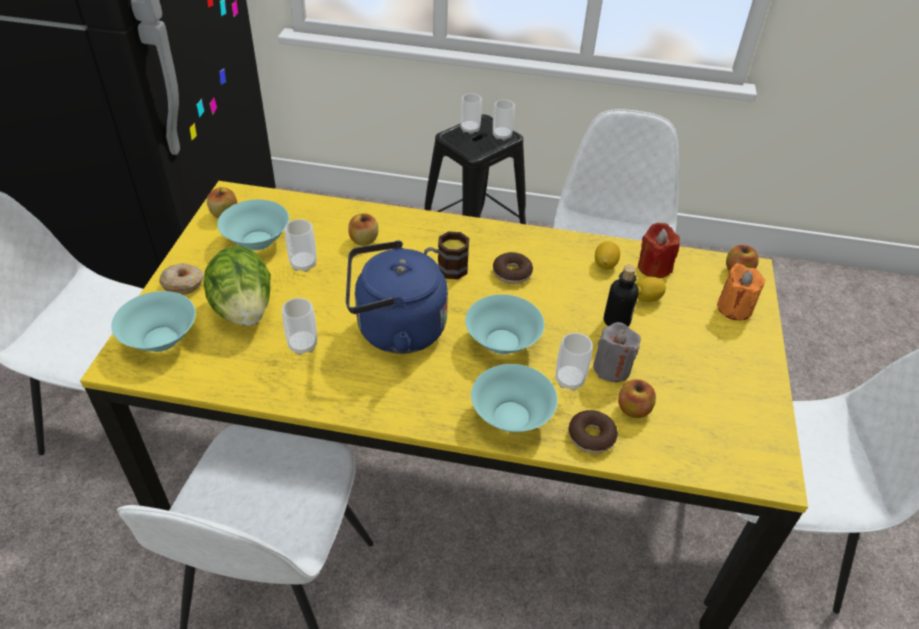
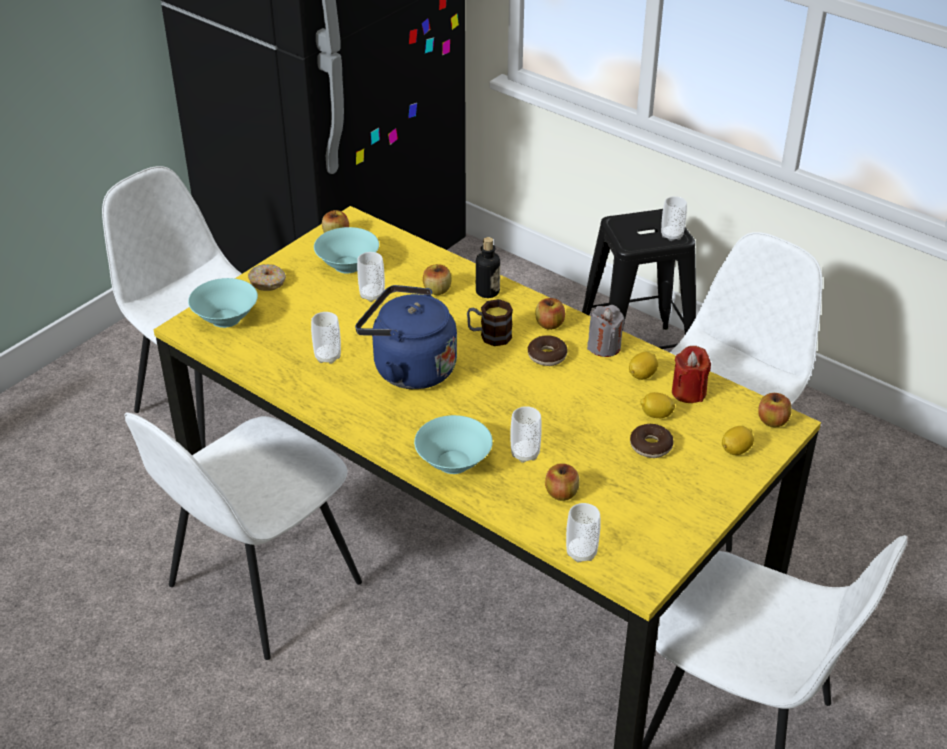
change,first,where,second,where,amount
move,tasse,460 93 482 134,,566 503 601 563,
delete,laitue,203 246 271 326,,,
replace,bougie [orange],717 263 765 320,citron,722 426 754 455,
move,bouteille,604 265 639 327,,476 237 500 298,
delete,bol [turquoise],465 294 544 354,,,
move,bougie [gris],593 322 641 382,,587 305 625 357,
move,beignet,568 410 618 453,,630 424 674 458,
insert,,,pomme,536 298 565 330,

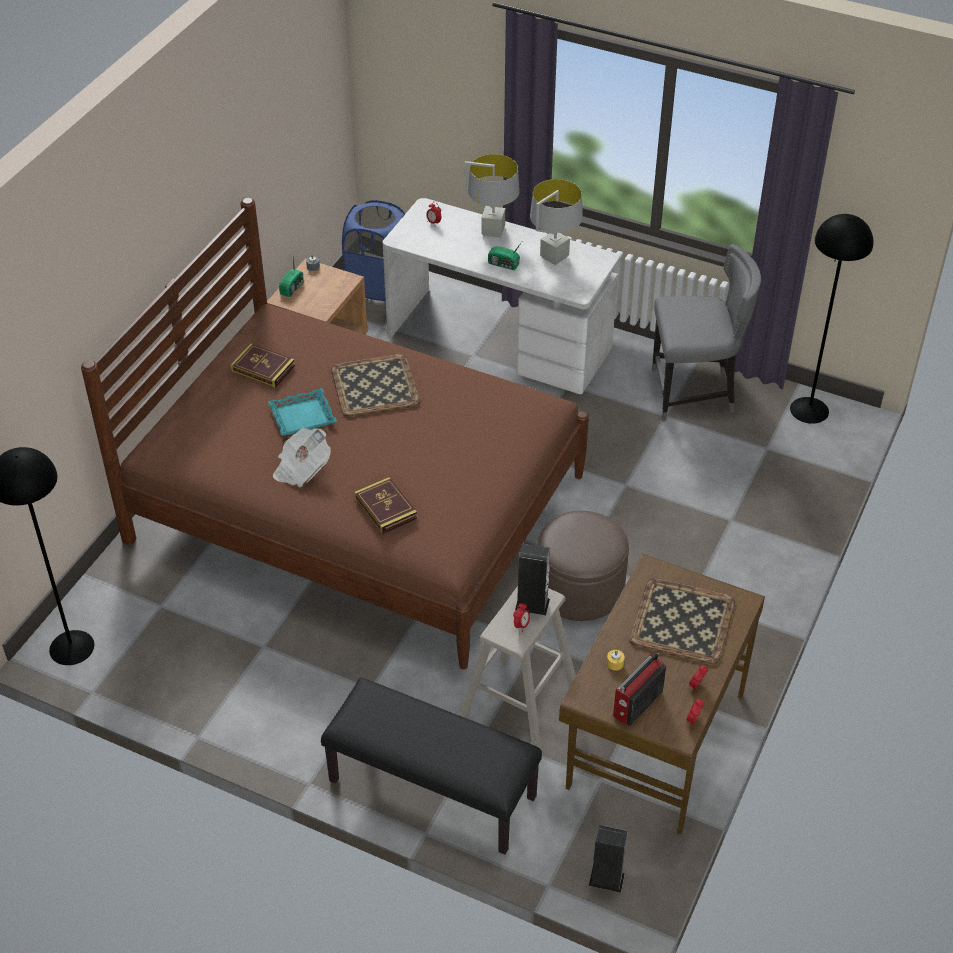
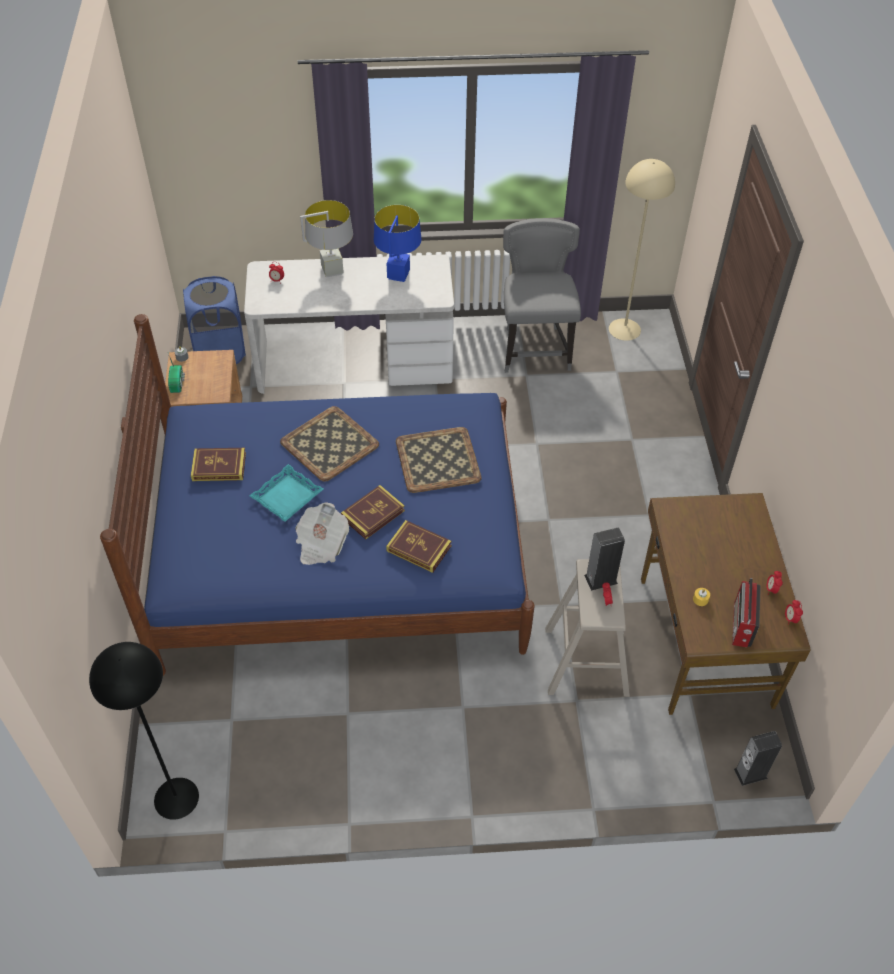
change,first,where,second,where,amount
recolor,lampe de table [gris],530 179 583 265,lampe de table [bleu],374 205 422 282,
recolor,lit [marron],81 198 589 670,lit [bleu],100 314 535 676,
recolor,lampadaire [noir],790 214 873 424,lampadaire [beige],609 159 675 341,
delete,radio,488 242 522 270,,,
rotate,chaise [gris],652 244 761 421,,503 218 581 373,60 degrees counterclockwise
delete,pouf [marron],538 511 629 621,,,
move,plateau,629 578 735 665,,396 427 482 493,
delete,banc [noir],321 678 542 854,,,
insert,,,livre,341 485 405 539,

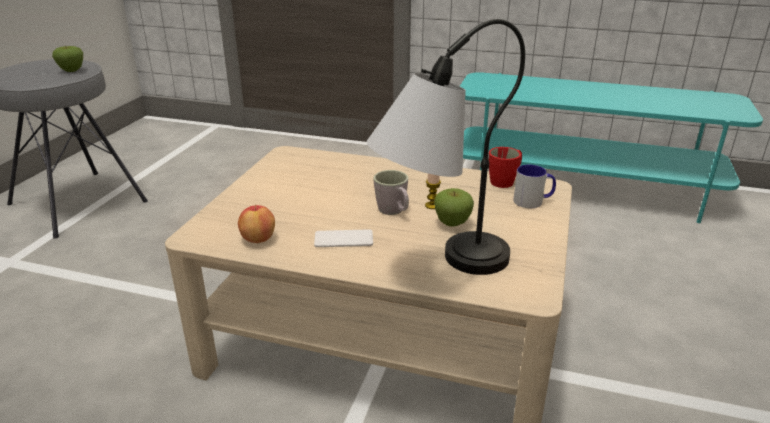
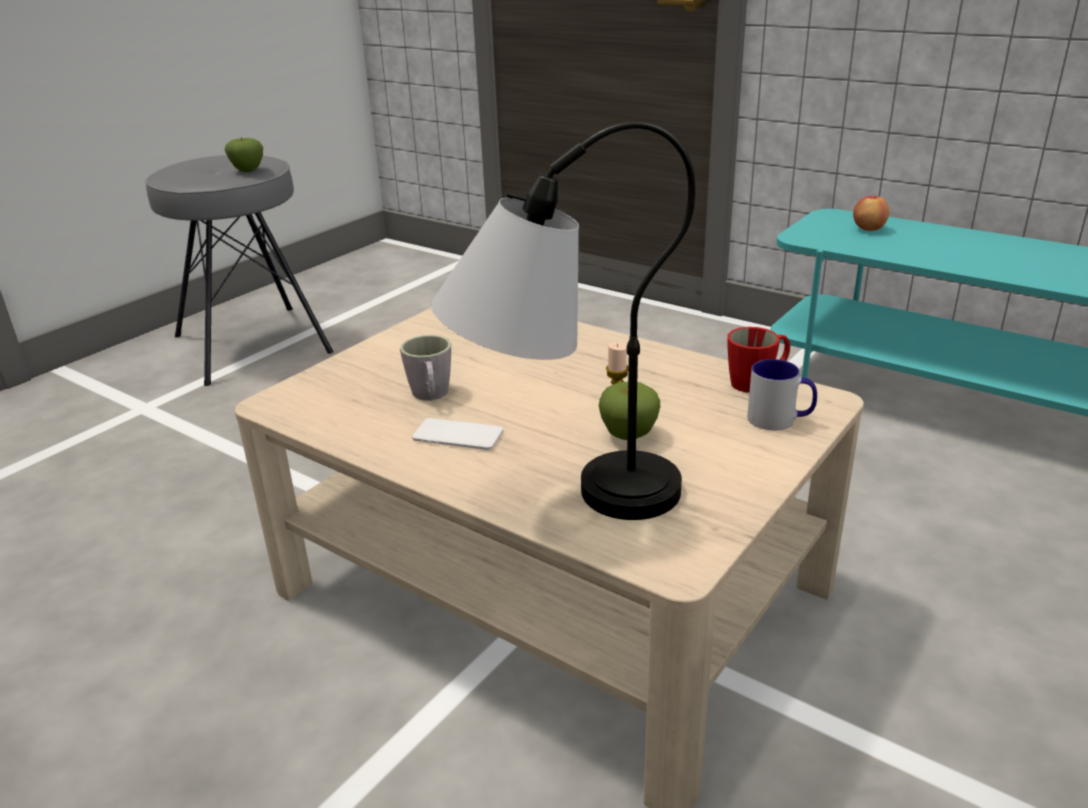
change,first,where,second,where,amount
move,mug [gris],373 170 409 215,,400 335 451 401,
move,pomme,238 204 275 243,,853 194 890 231,

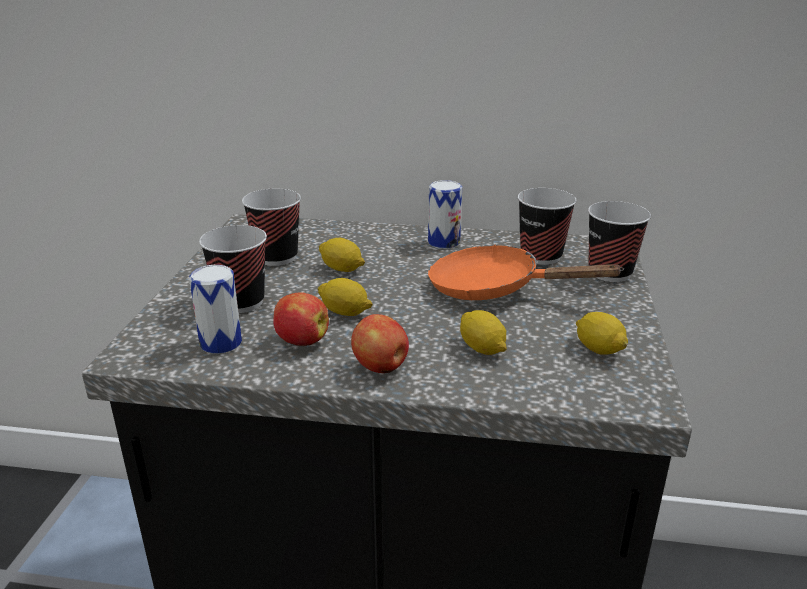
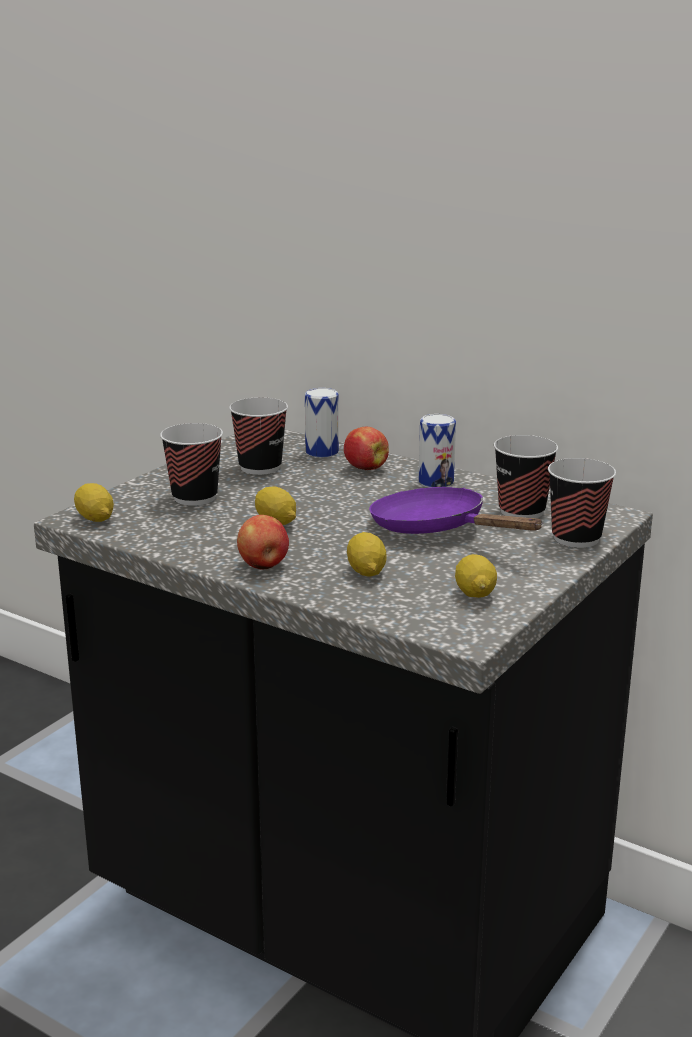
change,first,where,second,where,amount
move,citron,319 238 365 272,,74 483 114 522,
recolor,poêle [orange],428 245 624 300,poêle [violet],369 487 543 534,
move,boîte métallique,189 265 242 354,,305 388 339 458,
move,pomme,274 292 329 346,,344 427 389 470,

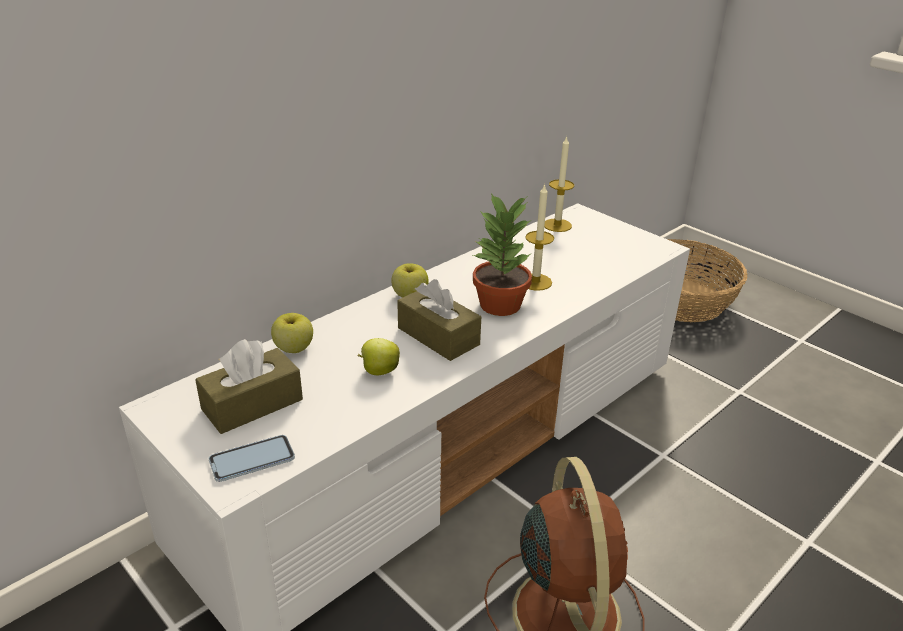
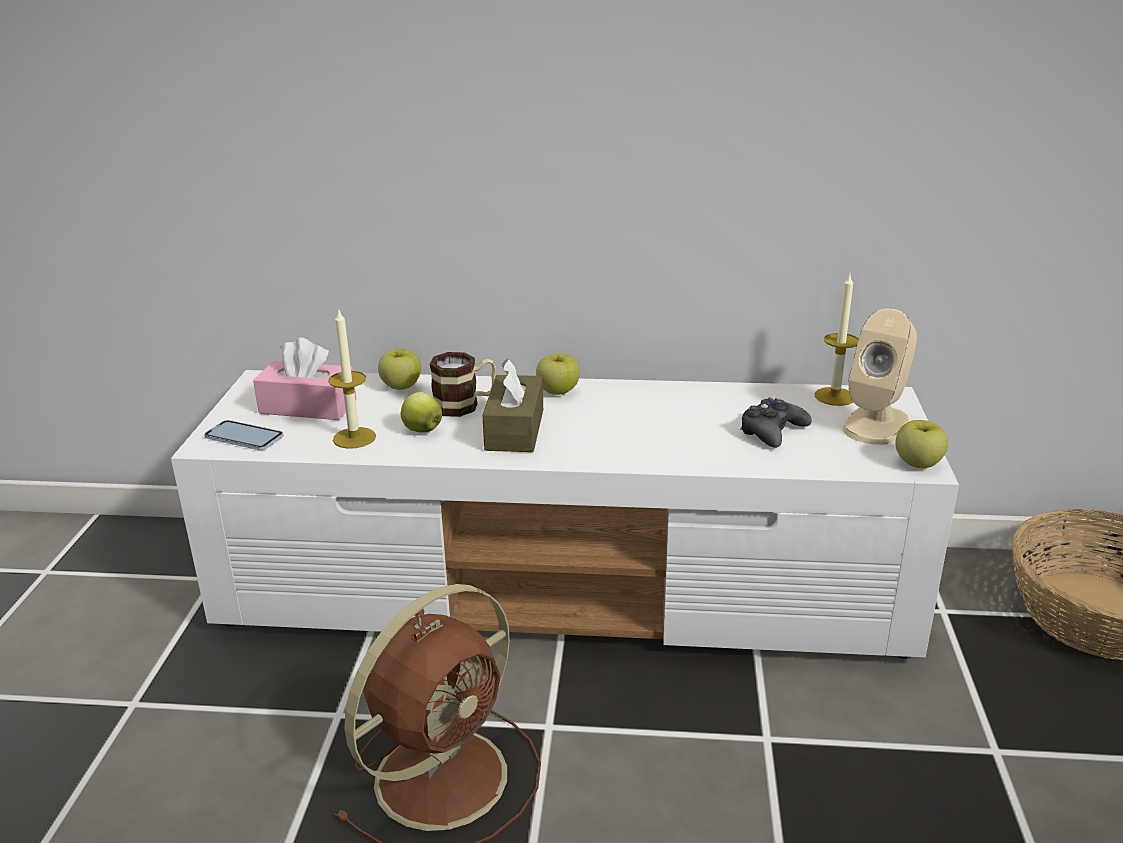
change,first,where,second,where,amount
move,bougie,525 183 554 291,,328 308 376 449,
delete,plante en pot,473 193 532 316,,,
recolor,boîte à mouchoirs [marron],195 339 303 434,boîte à mouchoirs [rose],253 337 357 420,
insert,,,enceinte [beige],843 308 917 445,
insert,,,mug,430 352 496 417,
insert,,,manette [noir],740 397 812 448,
insert,,,pomme,896 420 948 468,

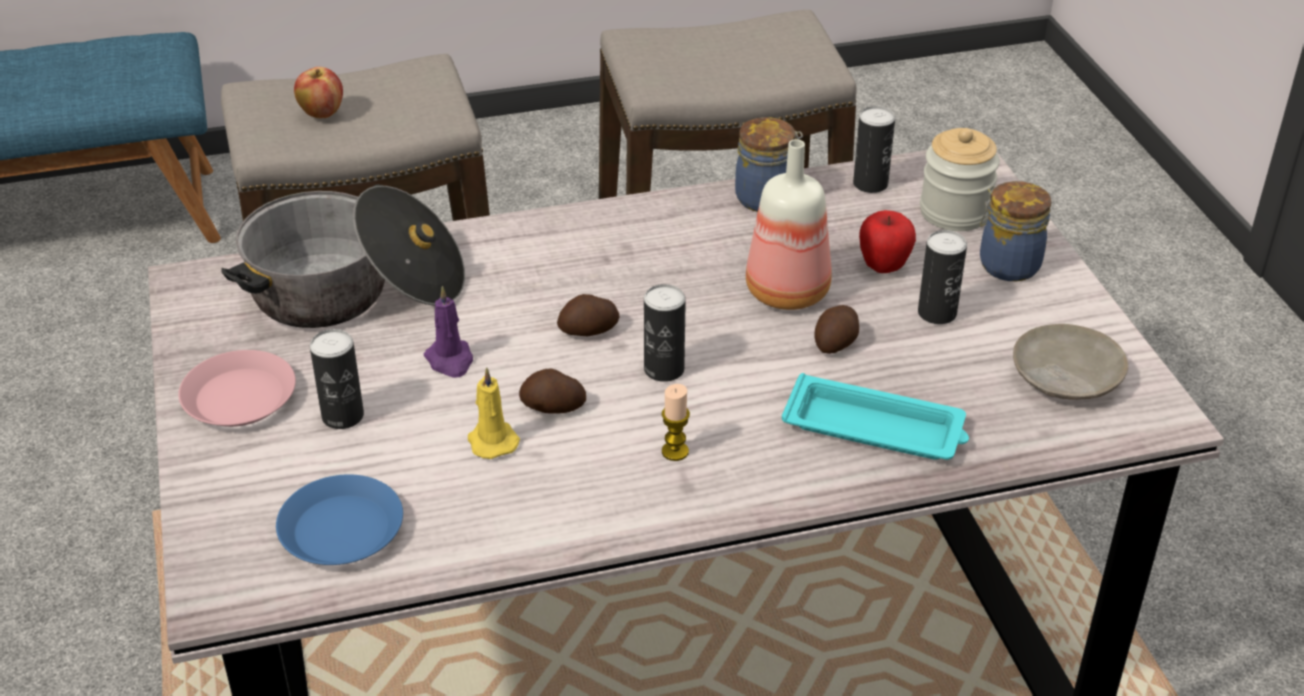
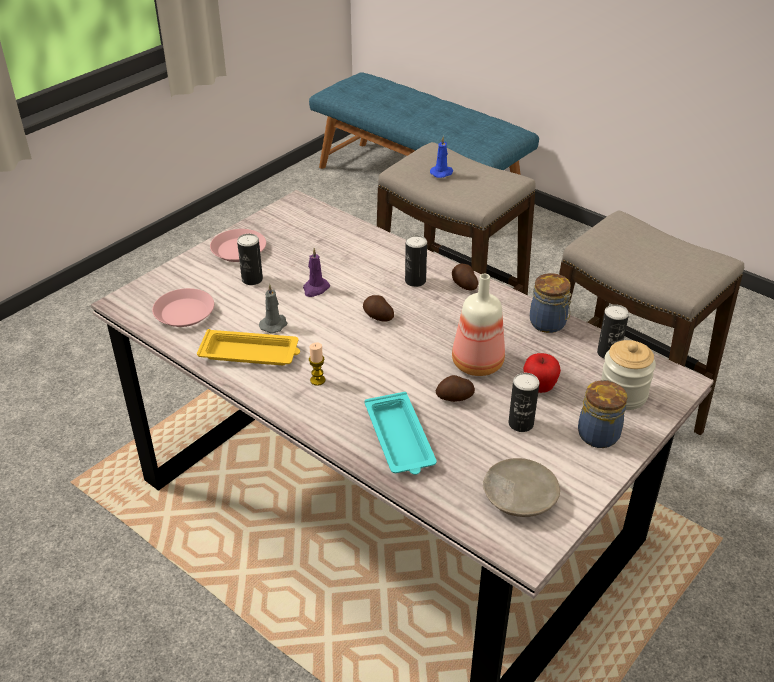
change,first,where,second,where,amount
replace,pomme,294 67 343 118,bougie [bleu],430 137 453 178,
delete,marmite,221 184 465 328,,,
move,boîte métallique,644 284 686 382,,405 235 427 287,
recolor,bougie [jaune],468 367 520 459,bougie [gris],259 284 287 334,
move,pomme de terre,519 368 586 414,,452 263 478 291,
recolor,assiette [bleu],276 474 403 565,assiette [rose],152 288 214 327,
insert,,,plateau [jaune],197 329 300 365,

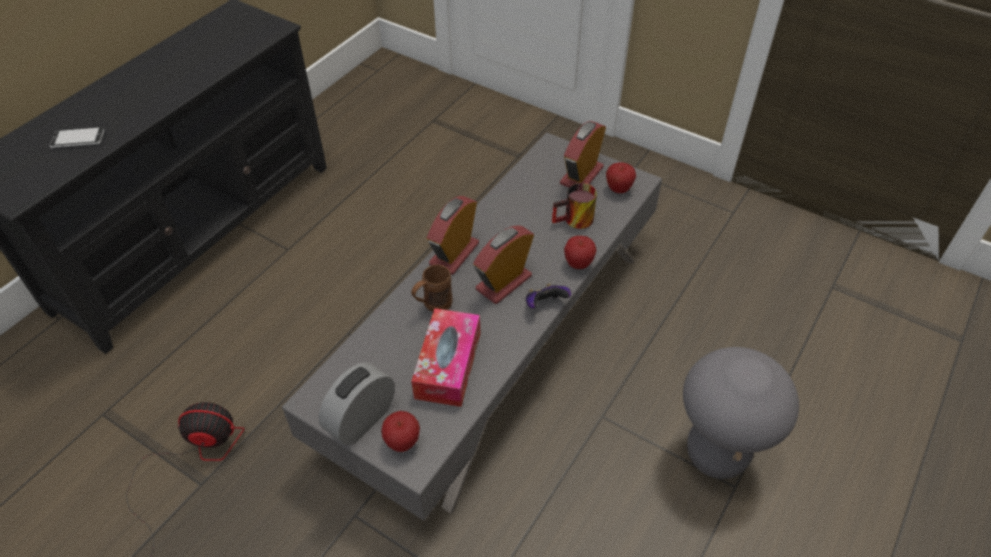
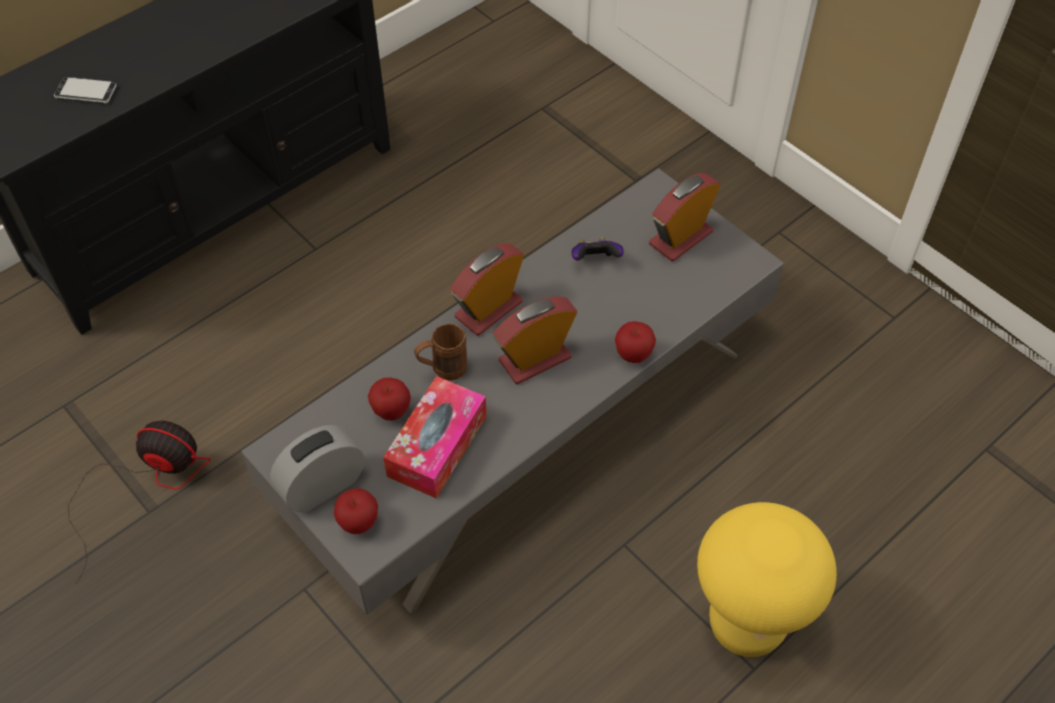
change,first,where,second,where,amount
move,pomme,606 162 636 193,,368 377 411 421,
delete,mug,552 183 597 229,,,
move,manette,526 283 571 308,,571 238 624 261,
recolor,tabouret [gris],683 347 799 479,tabouret [jaune],697 502 837 657,

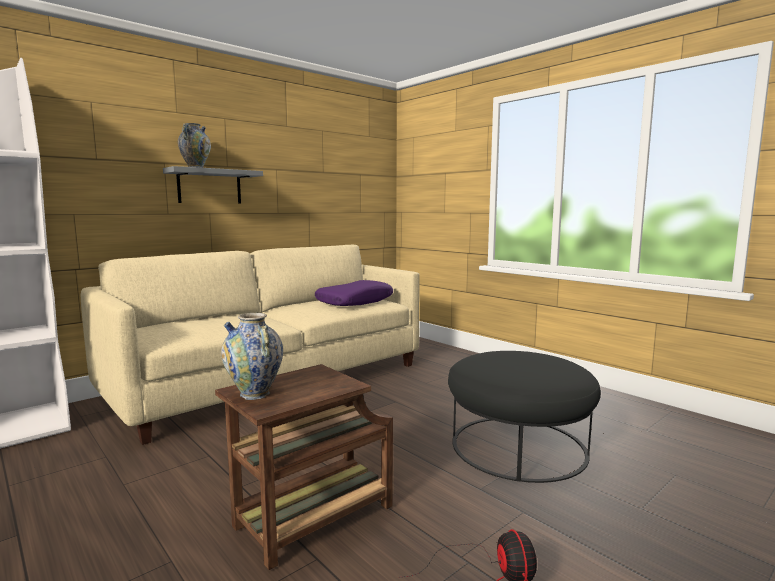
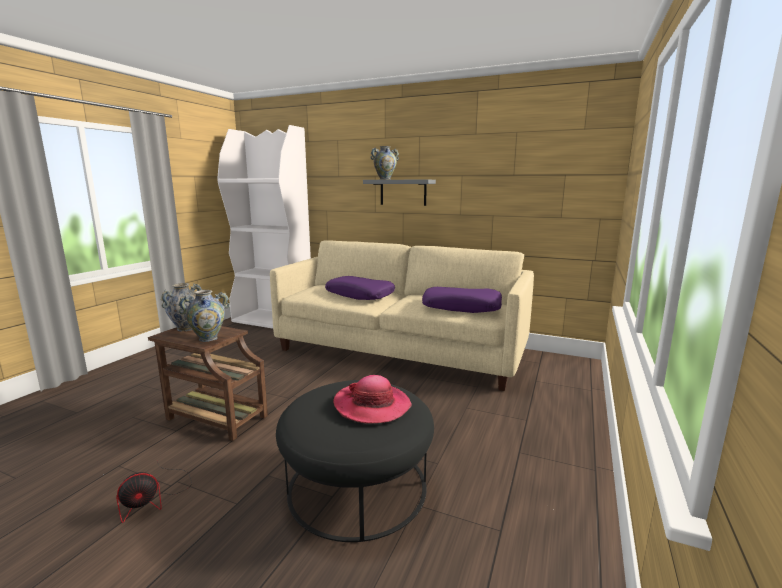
change,first,where,second,where,amount
insert,,,coussin [violet],325 276 395 300,
insert,,,vase,178 290 230 342,
insert,,,chapeau,333 375 412 424,

